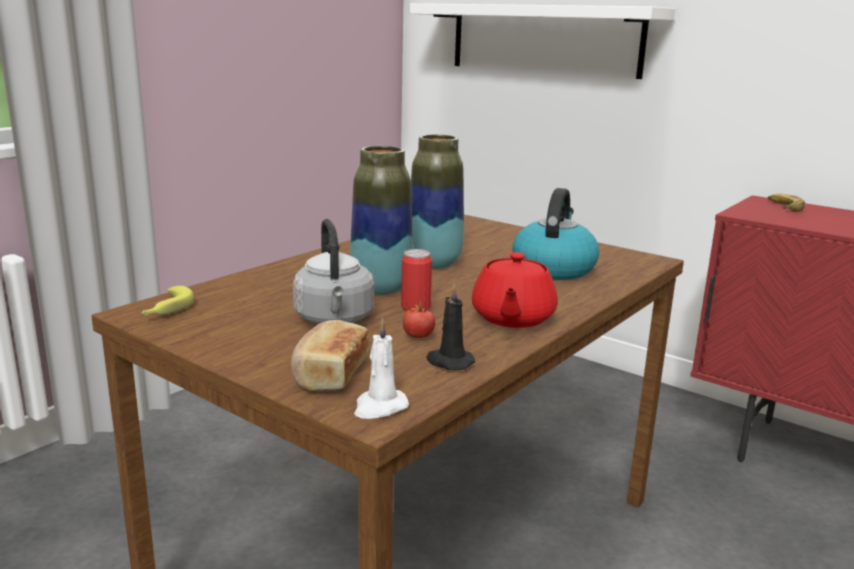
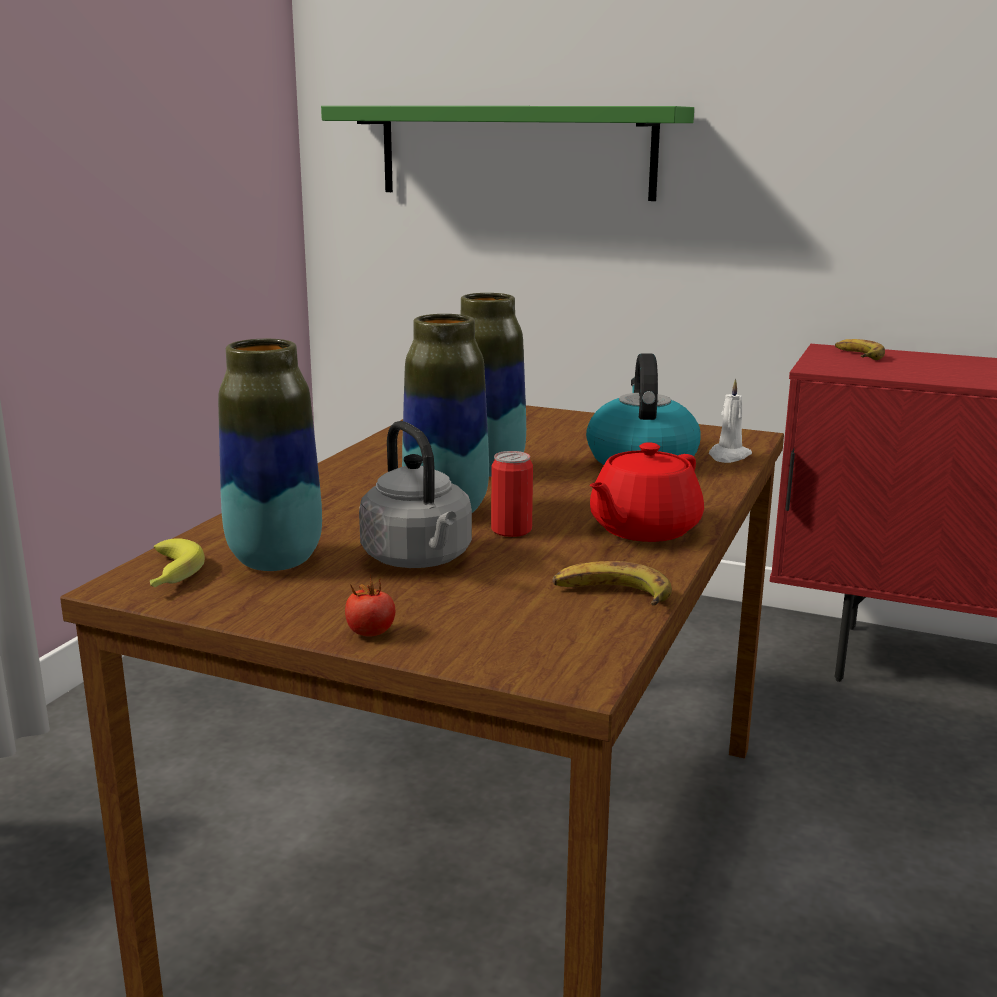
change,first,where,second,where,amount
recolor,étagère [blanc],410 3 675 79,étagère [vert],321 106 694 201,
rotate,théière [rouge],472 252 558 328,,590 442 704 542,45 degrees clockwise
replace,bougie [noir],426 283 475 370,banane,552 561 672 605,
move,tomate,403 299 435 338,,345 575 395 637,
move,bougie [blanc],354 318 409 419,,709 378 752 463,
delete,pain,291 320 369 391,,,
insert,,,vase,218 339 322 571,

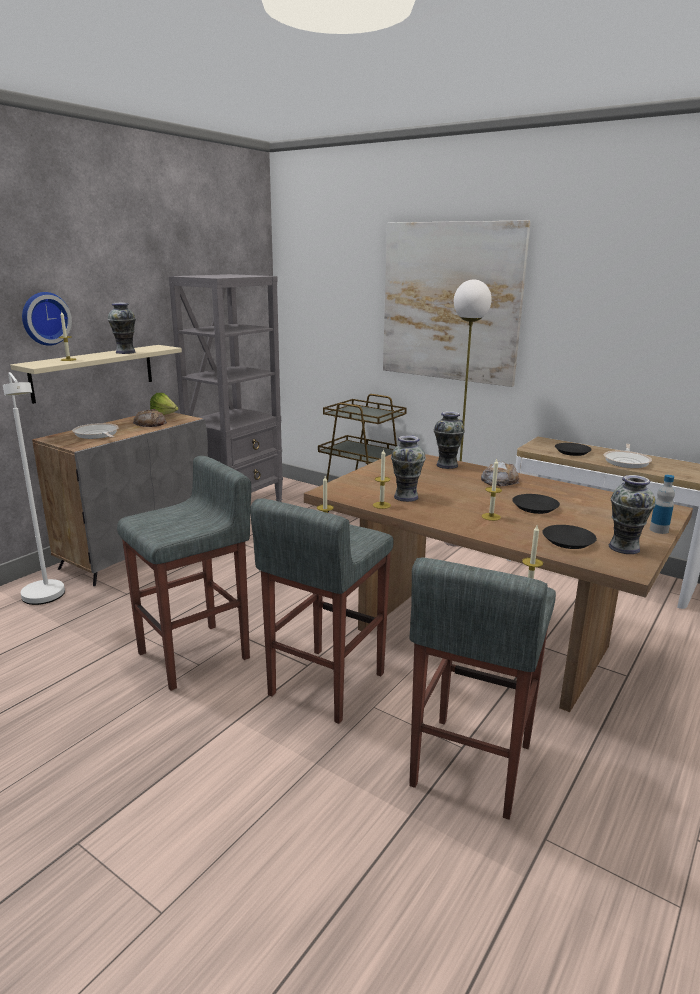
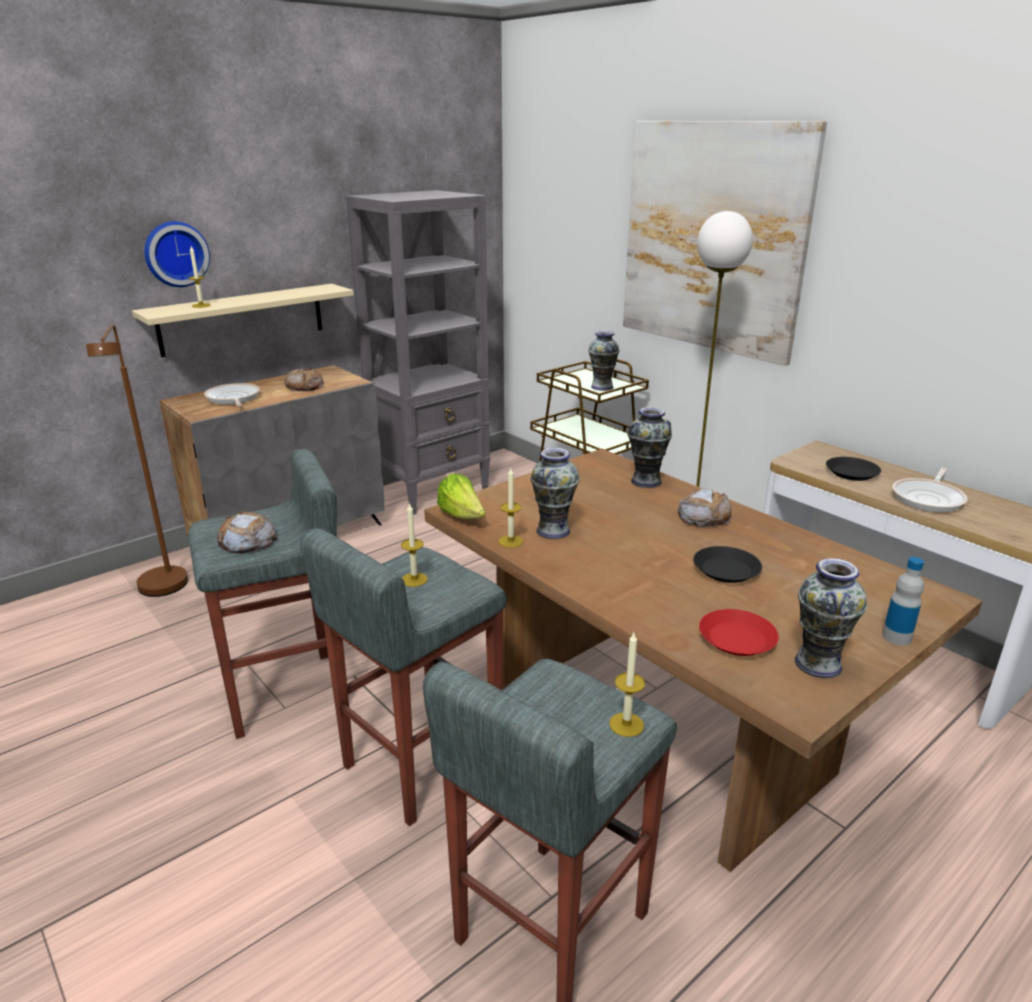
change,first,where,second,where,amount
move,vase,108 303 136 354,,588 330 619 391,
recolor,lampadaire [blanc],3 372 65 605,lampadaire [marron],86 324 188 597,
move,laitue,150 393 178 415,,437 474 486 519,
delete,bougie,482 459 502 521,,,
recolor,assiette [noir],543 525 597 549,assiette [rouge],699 609 779 656,
insert,,,pain,217 511 277 554,

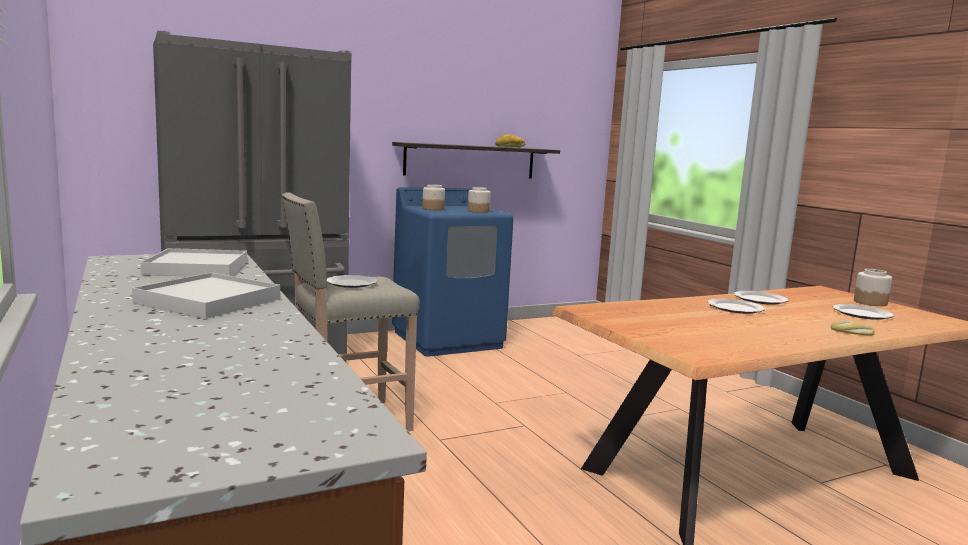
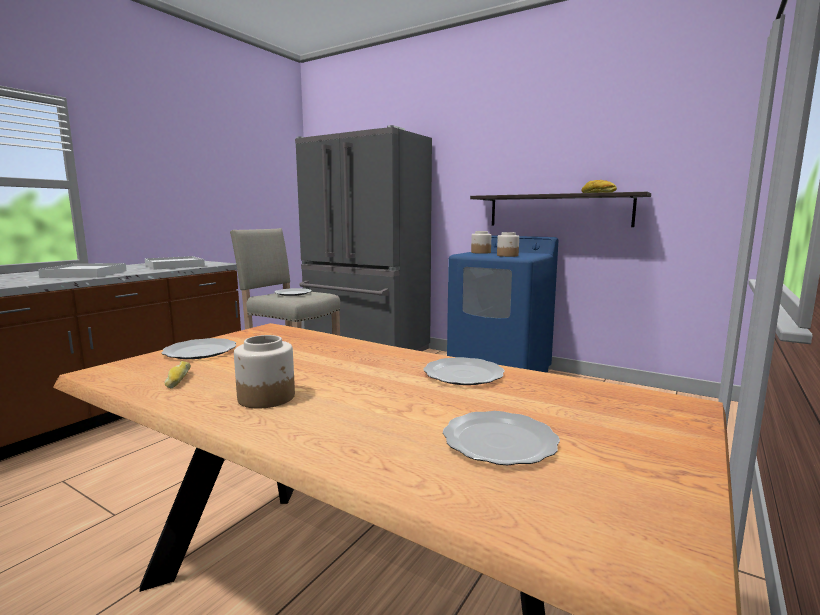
change,first,where,second,where,amount
move,bocal,854 269 892 306,,234 335 295 409,
move,assiette,707 298 765 314,,161 338 236 359,
move,pain,831 320 875 336,,165 361 191 388,

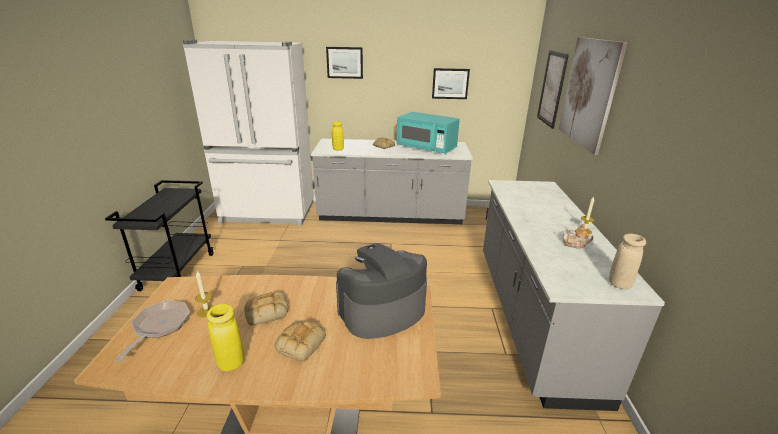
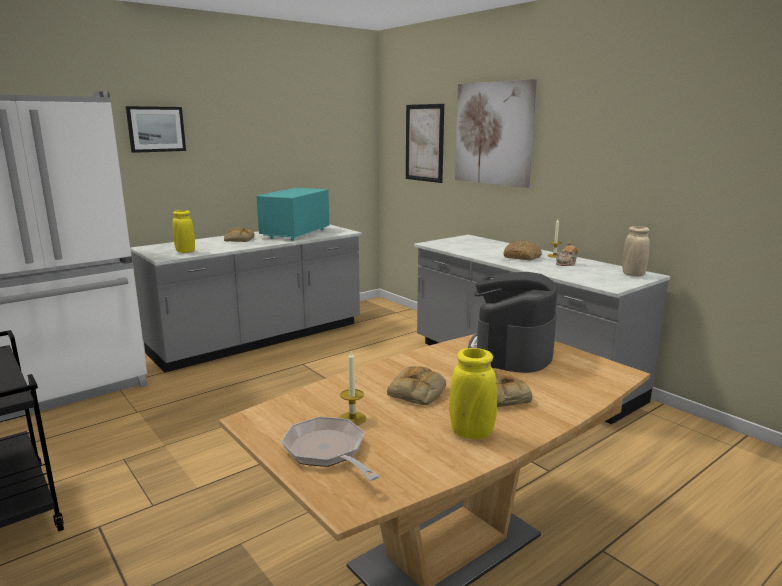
change,first,where,second,where,amount
delete,tableau,432 68 470 99,,,
rotate,micro-ondes [turquoise],397 112 460 154,,256 188 330 241,120 degrees clockwise
insert,,,pain,503 240 542 261,

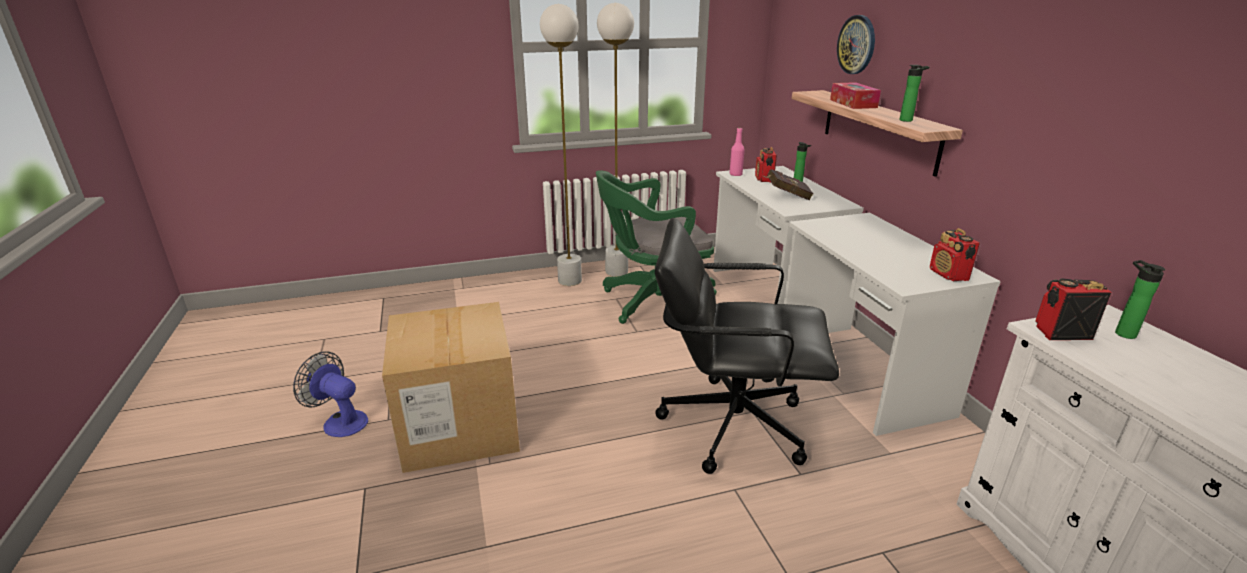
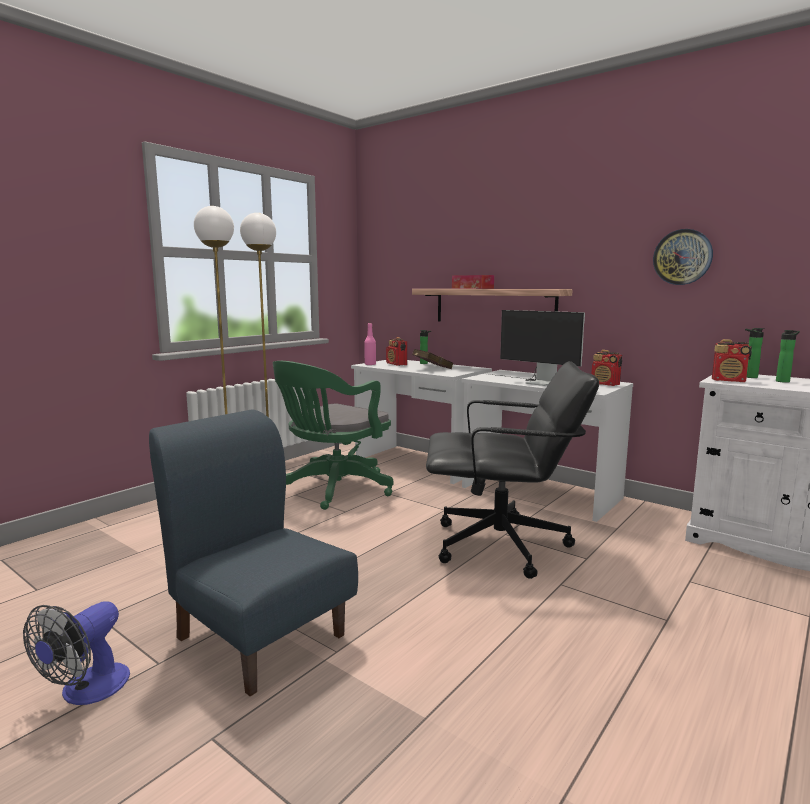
change,first,where,second,where,amount
move,horloge murale,837 15 875 74,,653 229 713 285,
move,bouteille,899 65 929 122,,776 330 800 383,
rotate,chaise de bureau [noir],655 218 839 474,,426 361 599 579,150 degrees counterclockwise
rotate,radio,1035 278 1111 340,,712 339 752 382,120 degrees counterclockwise
replace,carton,382 302 520 473,chaise [bleu],149 409 358 696,
rotate,ventilateur,293 351 368 437,,23 601 130 705,60 degrees counterclockwise
insert,,,écran d'ordinateur,494 310 585 386,

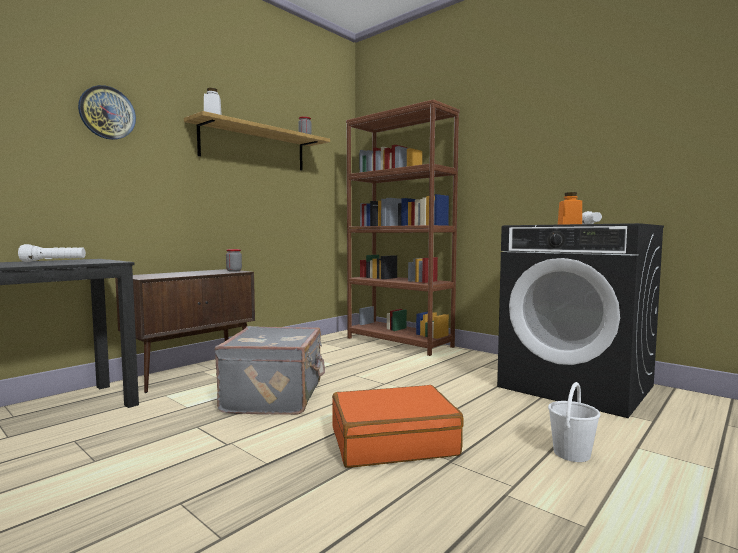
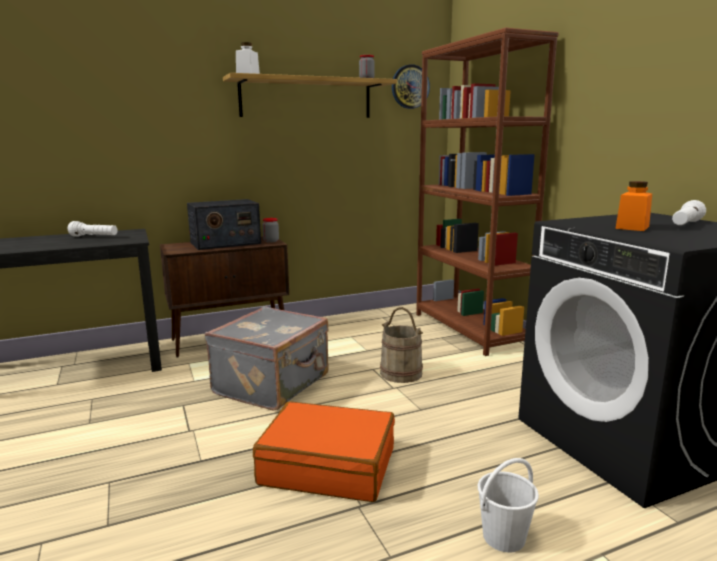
change,first,where,second,where,amount
move,horloge murale,78 85 136 140,,392 64 430 109,
insert,,,radio,187 199 261 250,
insert,,,seau [beige],380 307 423 383,

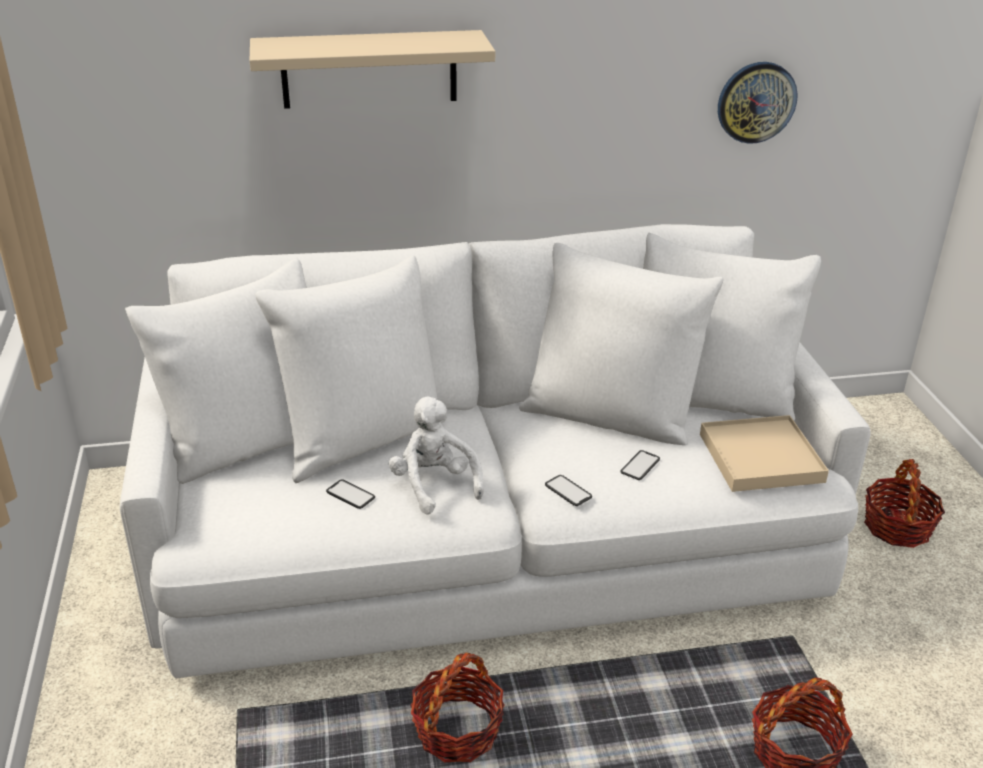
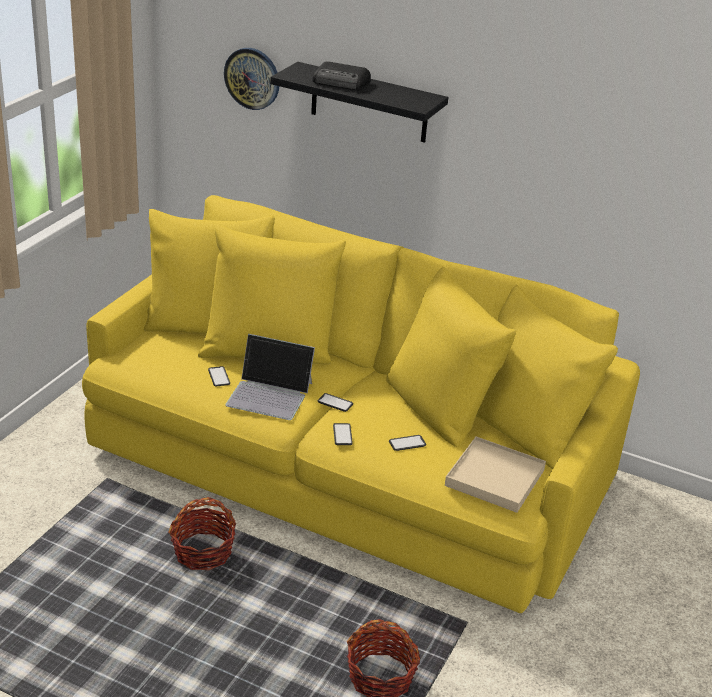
change,first,where,second,where,amount
recolor,étagère [beige],250 30 495 109,étagère [noir],270 62 448 143,
move,horloge murale,718 62 798 144,,224 48 279 110,
recolor,canapé [blanc],120 224 871 678,canapé [jaune],82 195 640 613,
replace,peluche [blanc],389 397 484 515,ordinateur portable,225 334 315 420,
delete,panier,864 459 945 548,,,
insert,,,radio,312 61 371 90,
insert,,,téléphone,318 393 353 412,

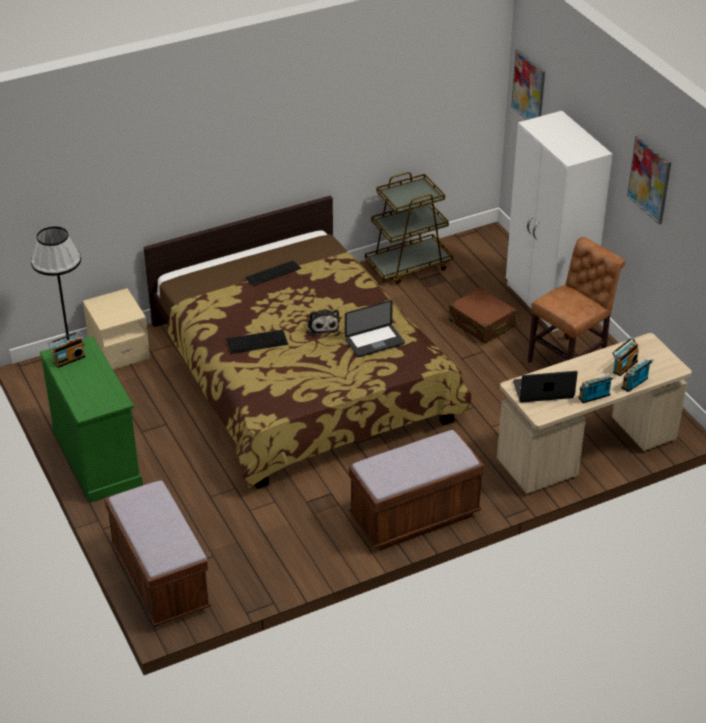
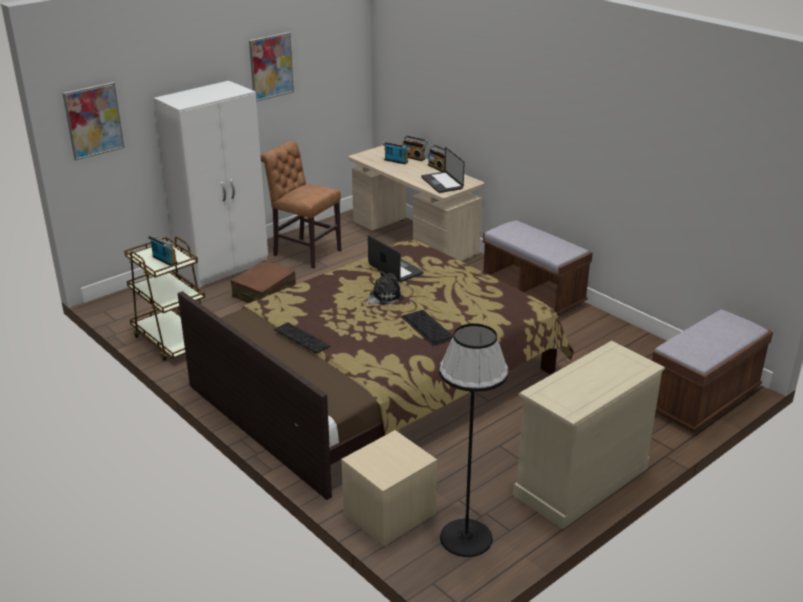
change,first,where,second,where,amount
move,radio,48 331 86 368,,147 235 178 266,
recolor,commode [vert],40 336 143 503,commode [beige],513 341 665 529,

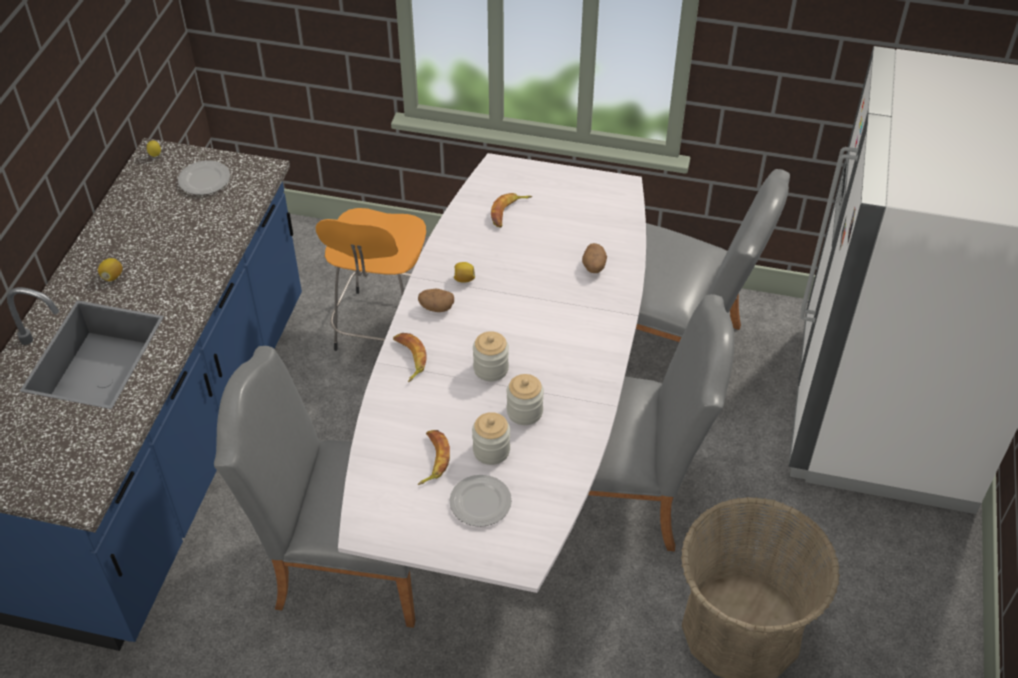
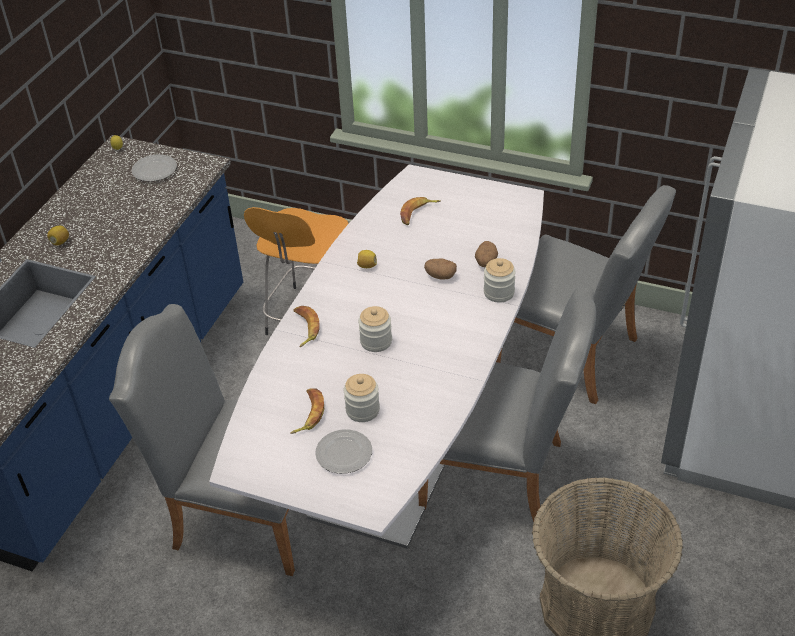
change,first,where,second,where,amount
move,pomme de terre,418 289 454 312,,424 258 457 280,
move,bocal,507 374 544 425,,484 258 516 303,

